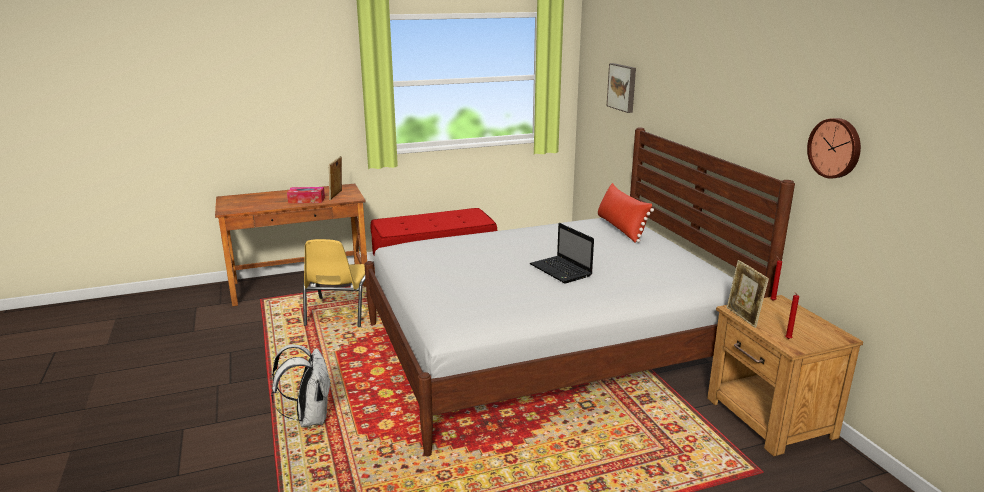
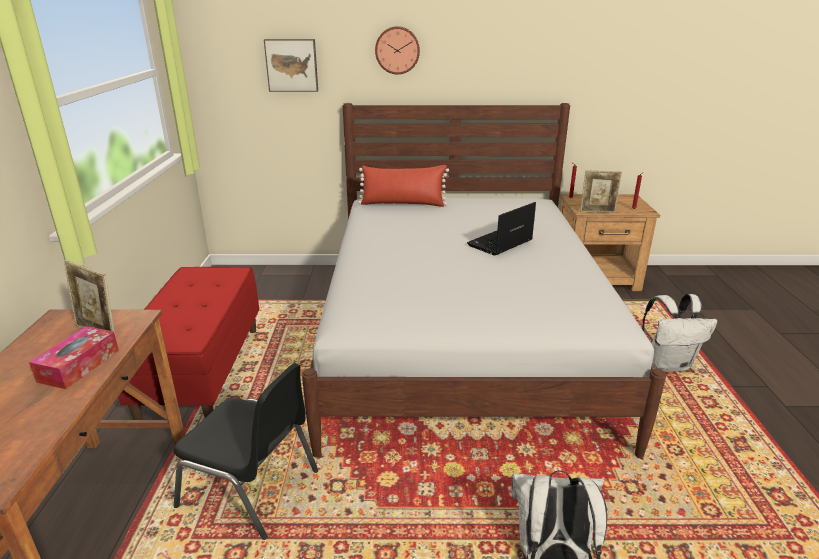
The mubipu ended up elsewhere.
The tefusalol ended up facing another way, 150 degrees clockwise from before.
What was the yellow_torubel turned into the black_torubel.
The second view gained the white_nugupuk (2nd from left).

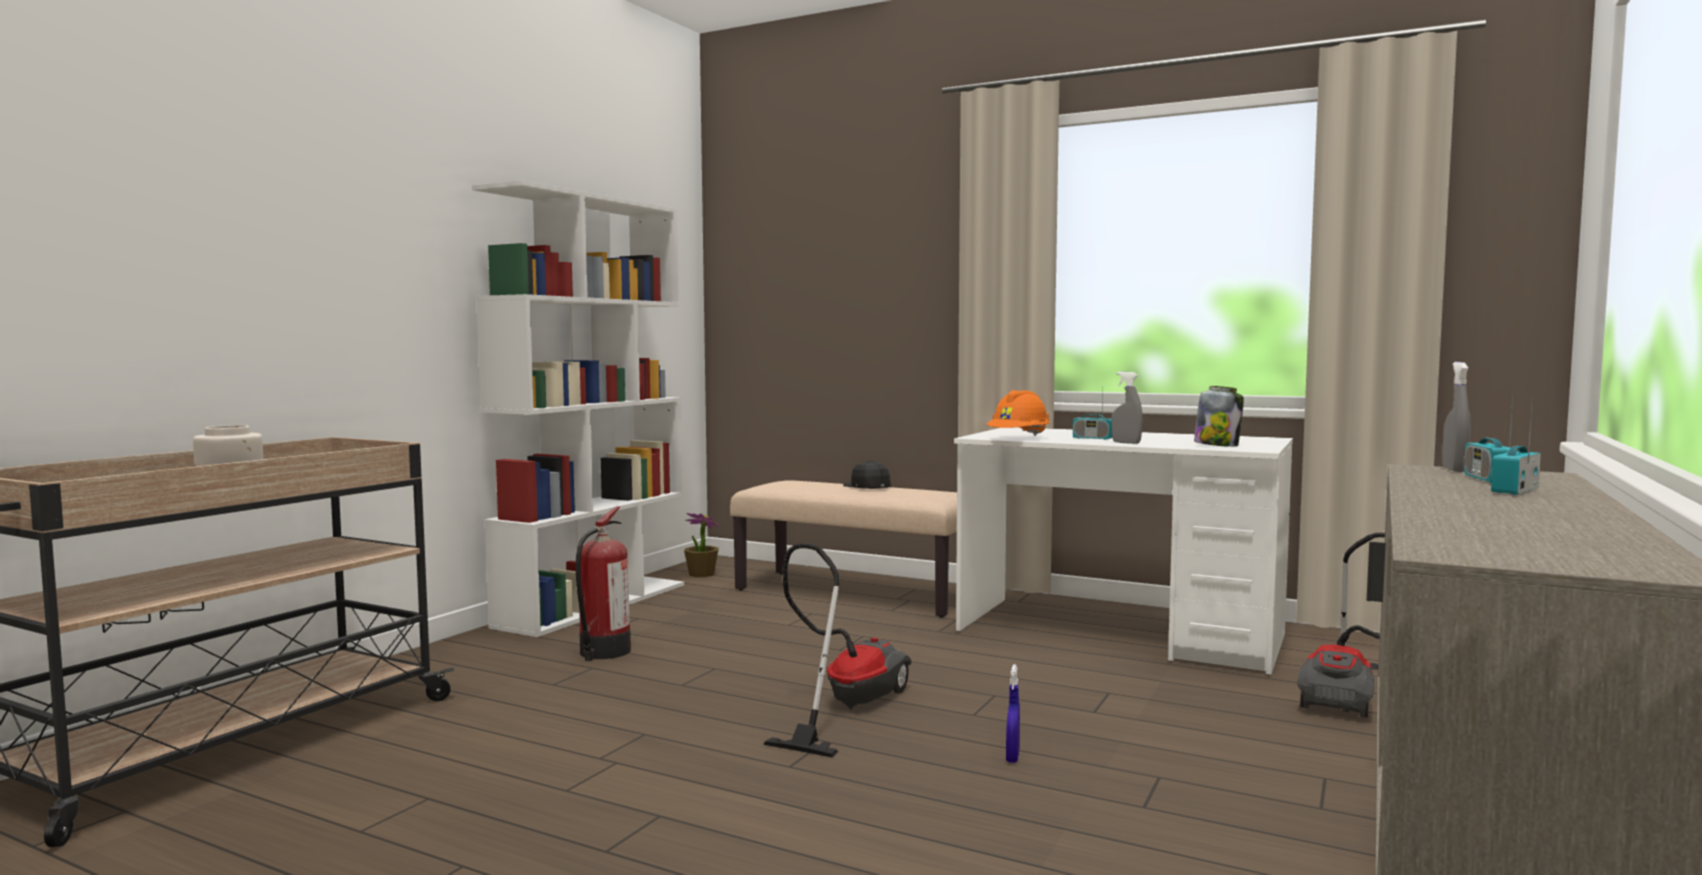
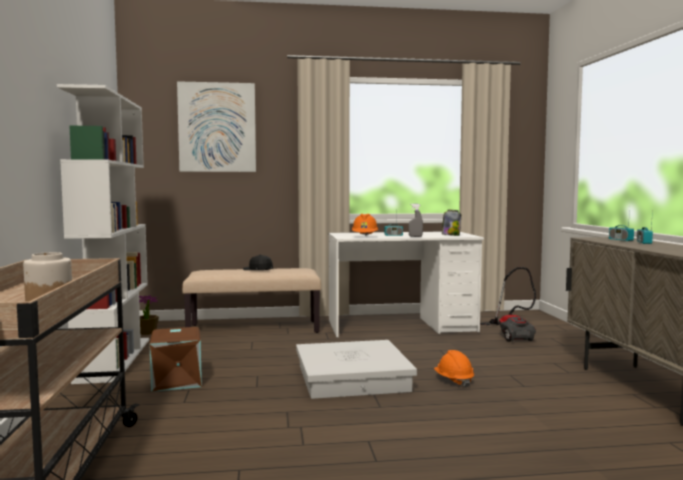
The second view lost the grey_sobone (2nd from left).
Where the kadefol stood, the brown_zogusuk came to stand.
Where the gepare (1st from left) stood, the white_zogusuk came to stand.
Where the blue_sobone stood, the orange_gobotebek (2nd from left) came to stand.
The second view gained the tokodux.

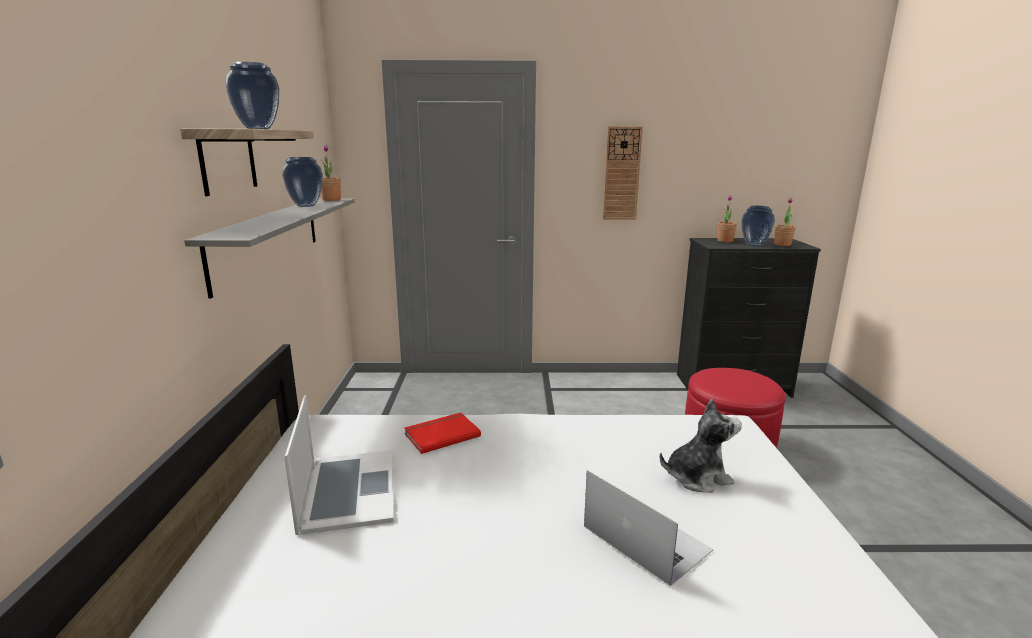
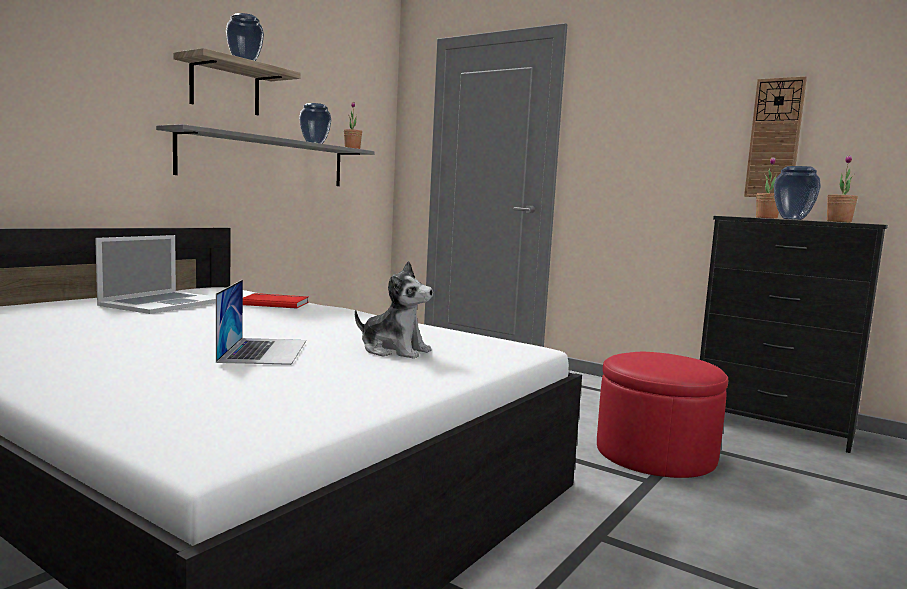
The mubipu ended up elsewhere.

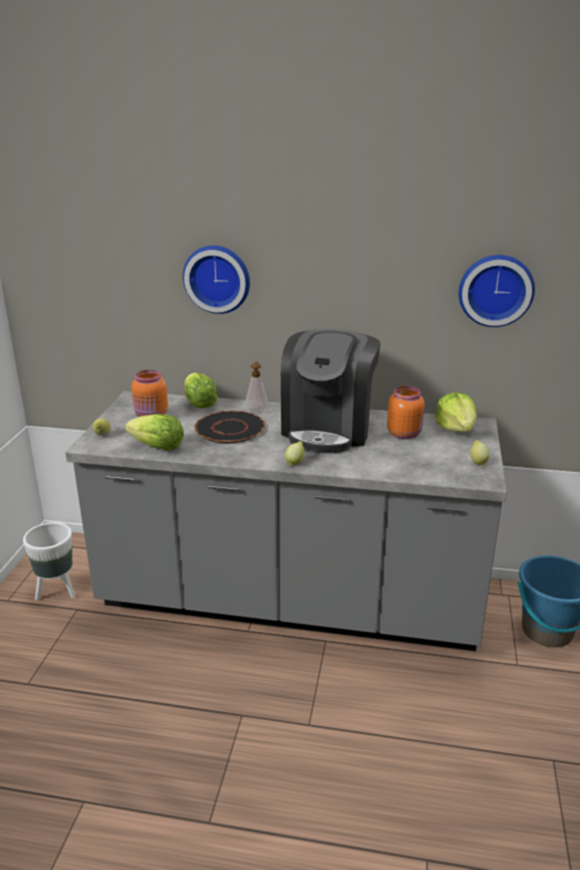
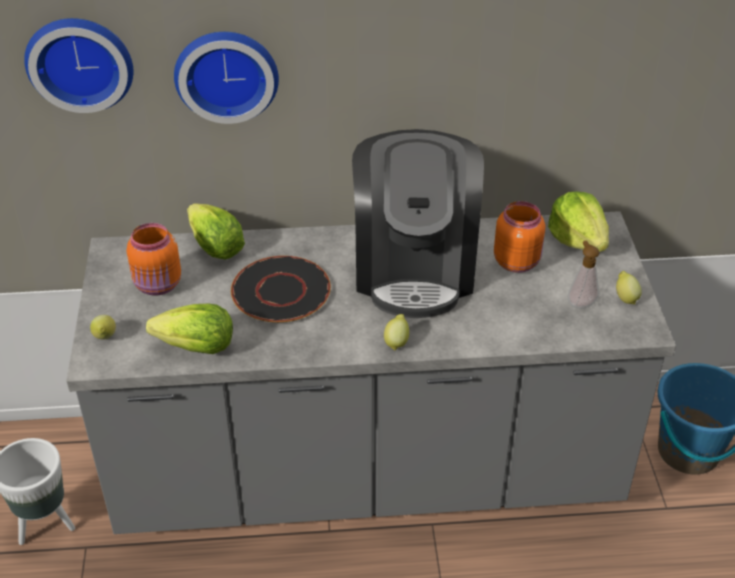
The mubipu (2nd from left in the first image) ended up elsewhere.
The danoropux ended up elsewhere.

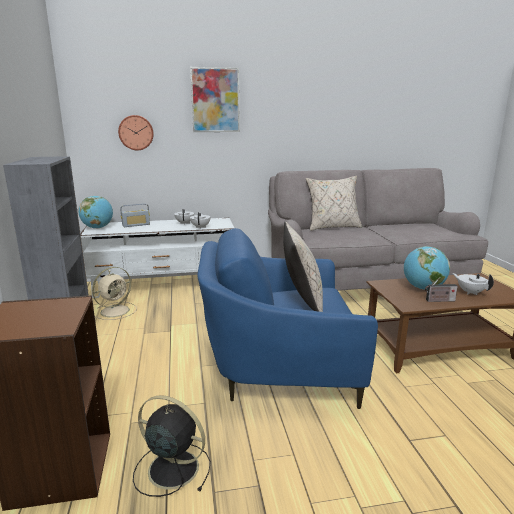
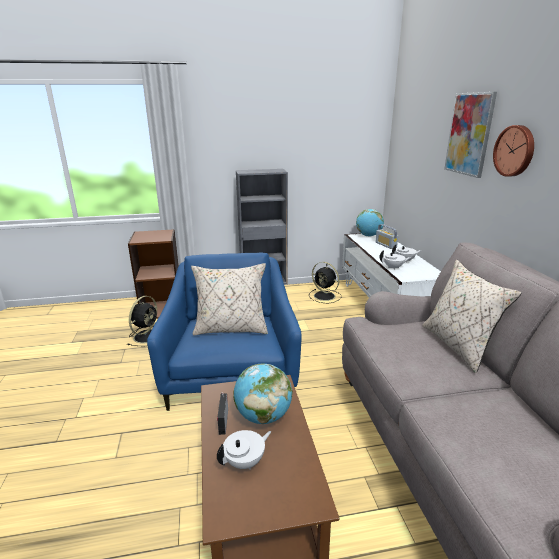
The mubipu ended up elsewhere.
What was the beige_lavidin turned into the black_lavidin (2nd from left).

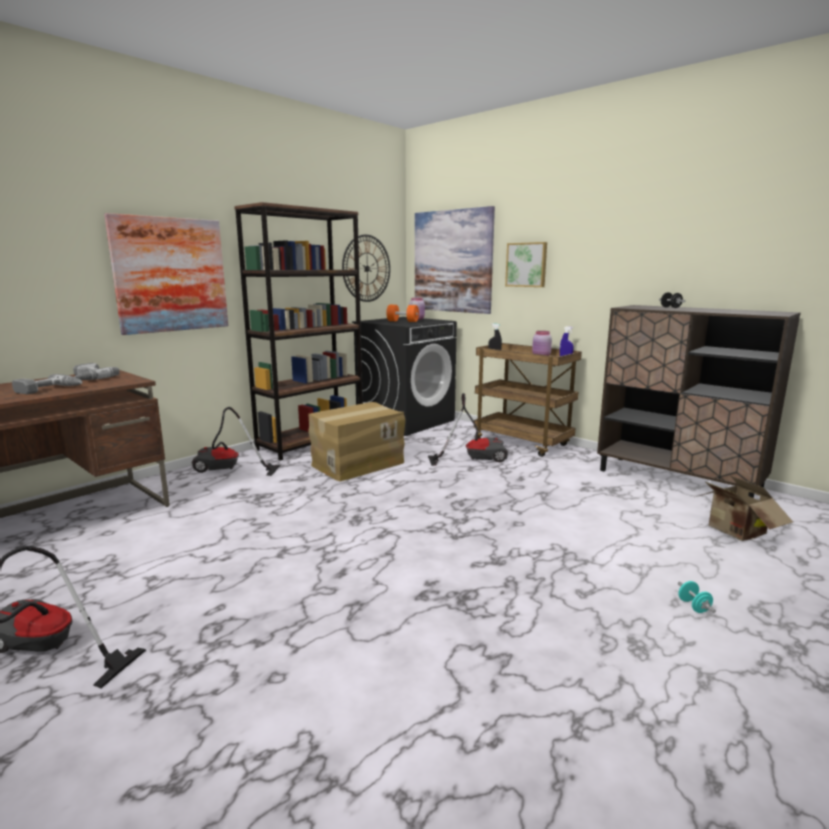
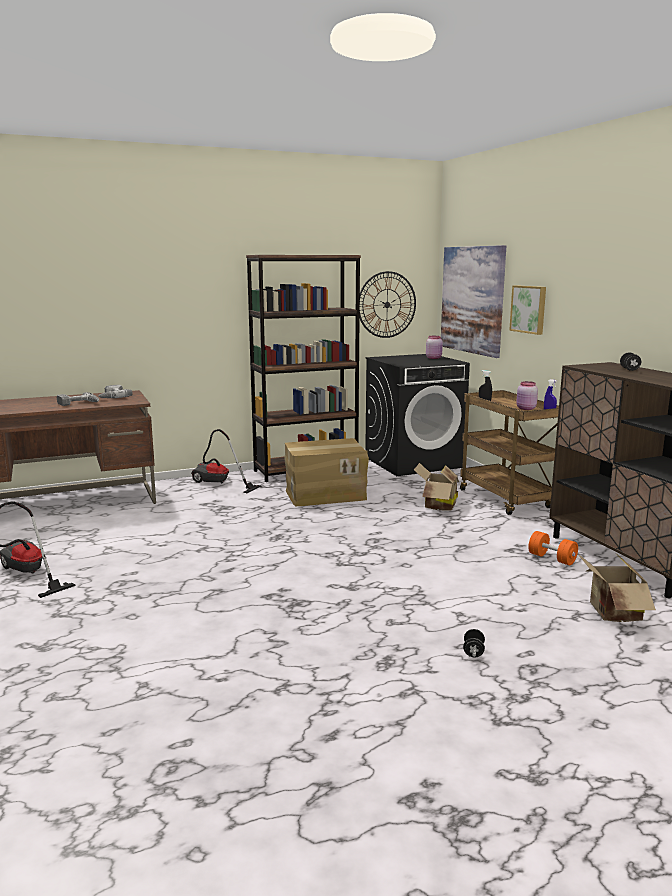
The second view lost the tokodux (1st from left).
The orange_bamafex ended up elsewhere.
Where the gepare (3rd from left) stood, the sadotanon (2nd from left) came to stand.
What was the turquoise_bamafex turned into the black_bamafex (1st from left).

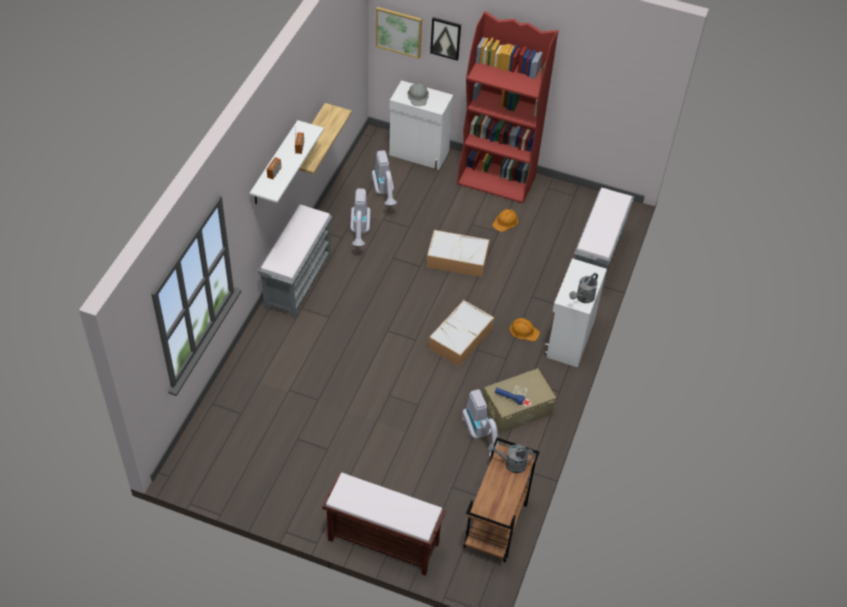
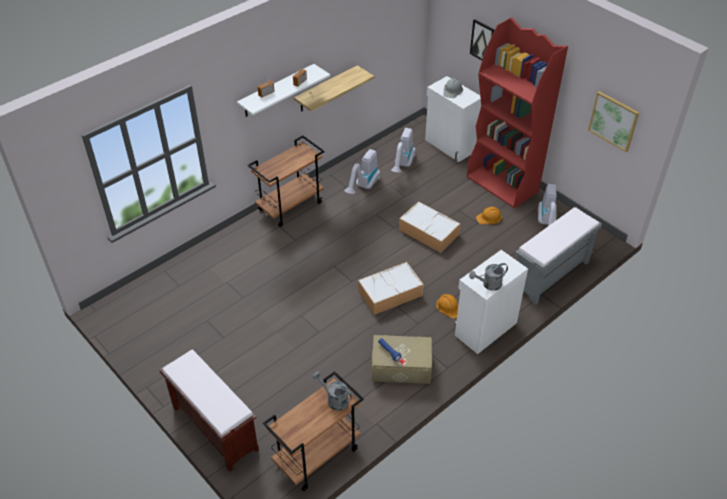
The tokodux (1st from left in the first image) ended up elsewhere.
Where the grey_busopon (1st from left) stood, the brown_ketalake (1st from left) came to stand.
The gepare (3rd from left) ended up elsewhere.

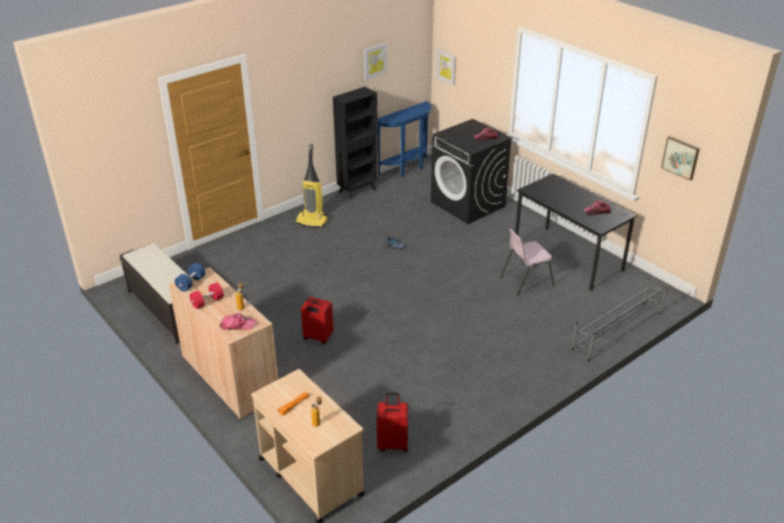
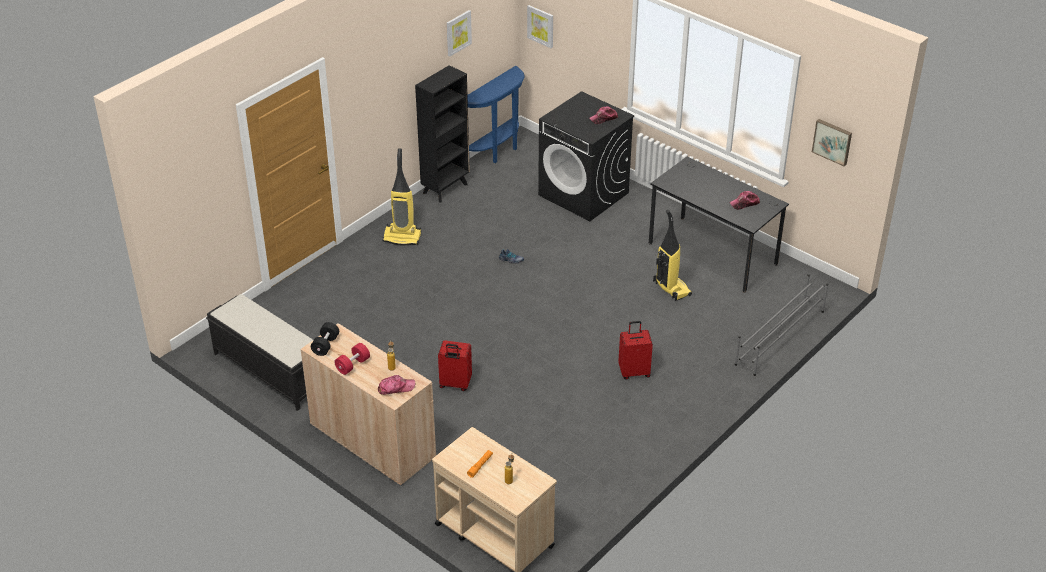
Where the pink_torubel stood, the gepare (2nd from left) came to stand.
What was the blue_bamafex turned into the black_bamafex.
The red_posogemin (2nd from left) ended up elsewhere.

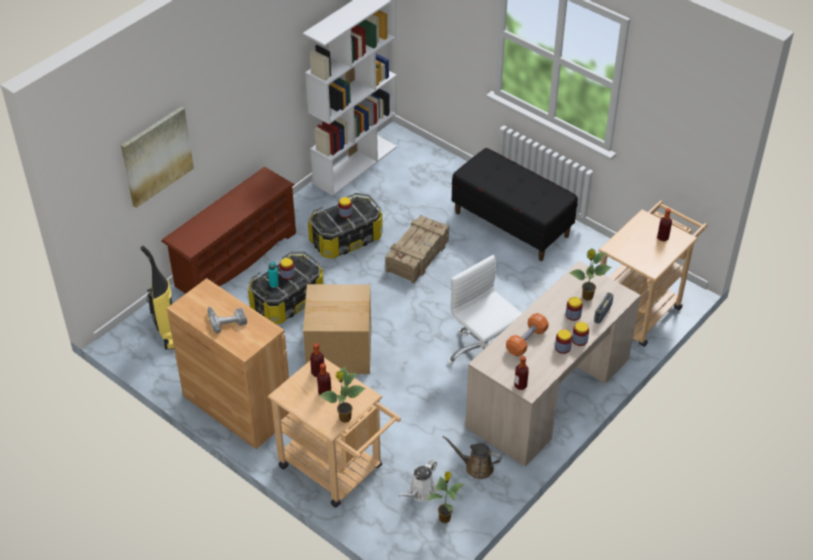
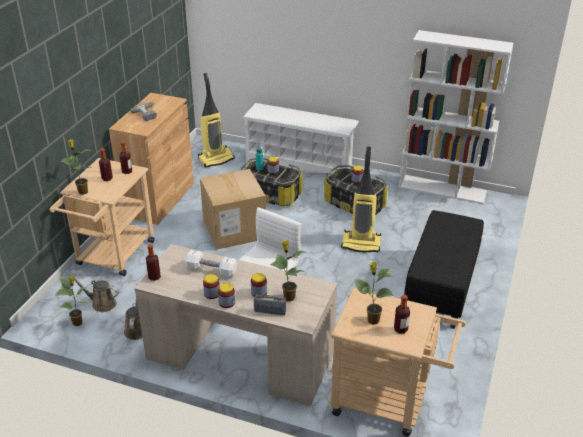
The second view lost the tokodux.
What was the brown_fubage turned into the white_fubage.
Where the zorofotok stood, the gepare (2nd from left) came to stand.
What was the orange_bamafex turned into the white_bamafex.
What was the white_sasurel turned into the brown_sasurel (1st from left).
The second view gained the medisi (4th from left).

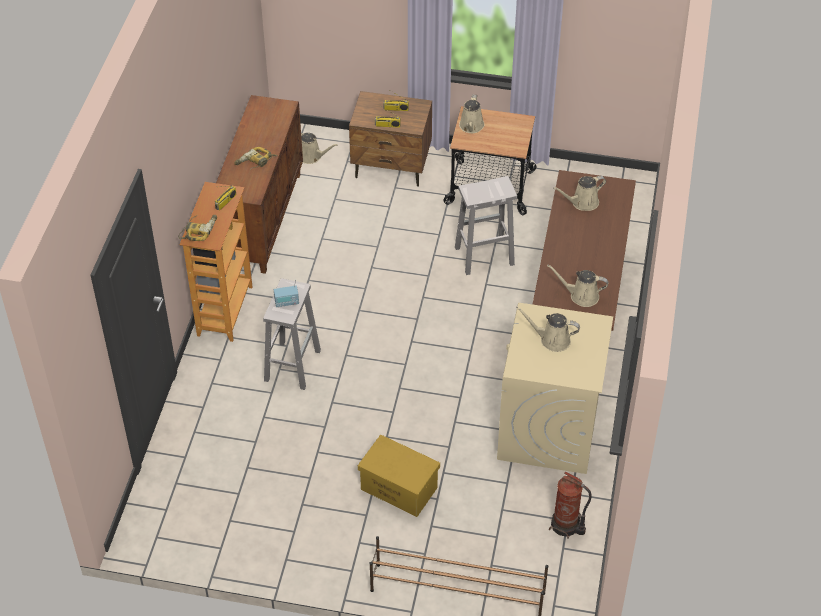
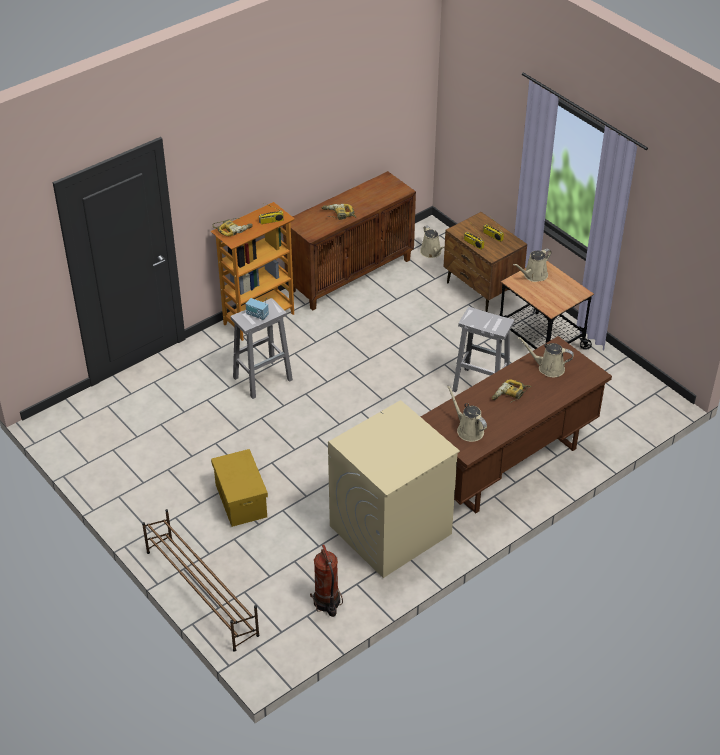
The second view lost the beige_sasurel (3rd from left).
The second view gained the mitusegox (3rd from left).

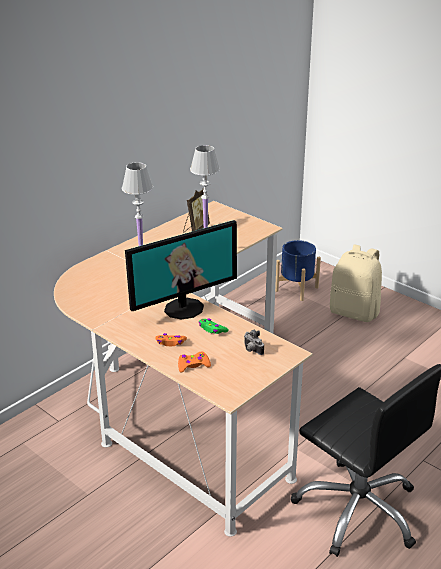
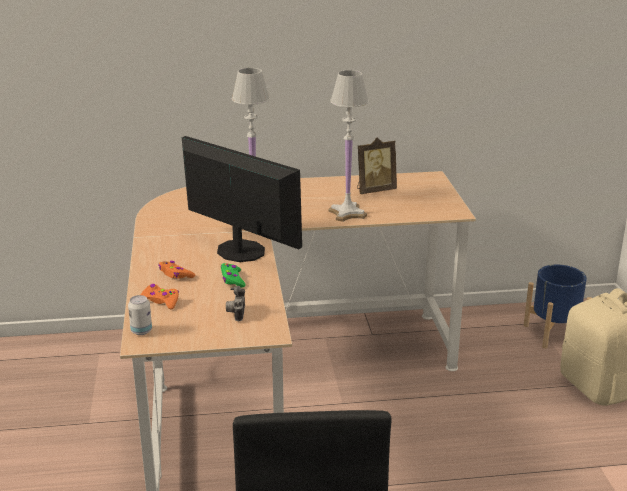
The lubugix ended up facing another way, 150 degrees counterclockwise from before.
The second view gained the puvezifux.

